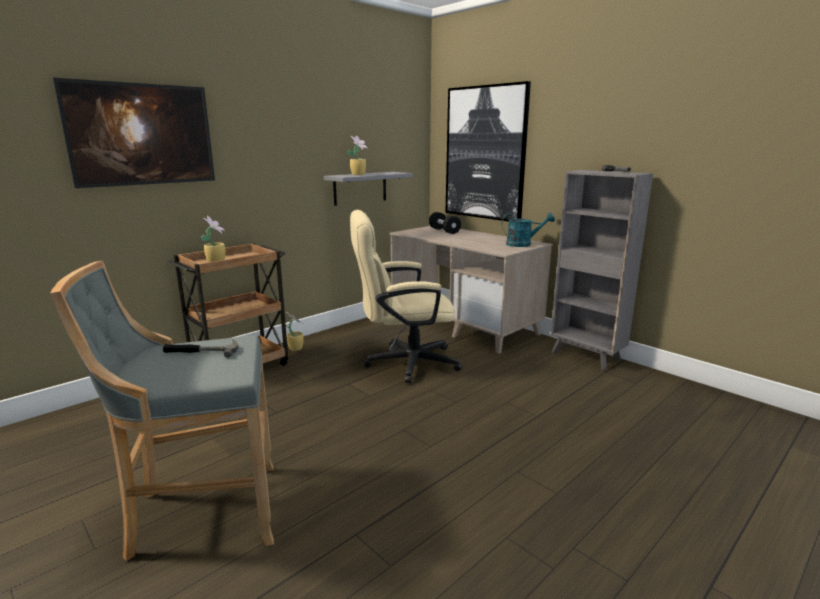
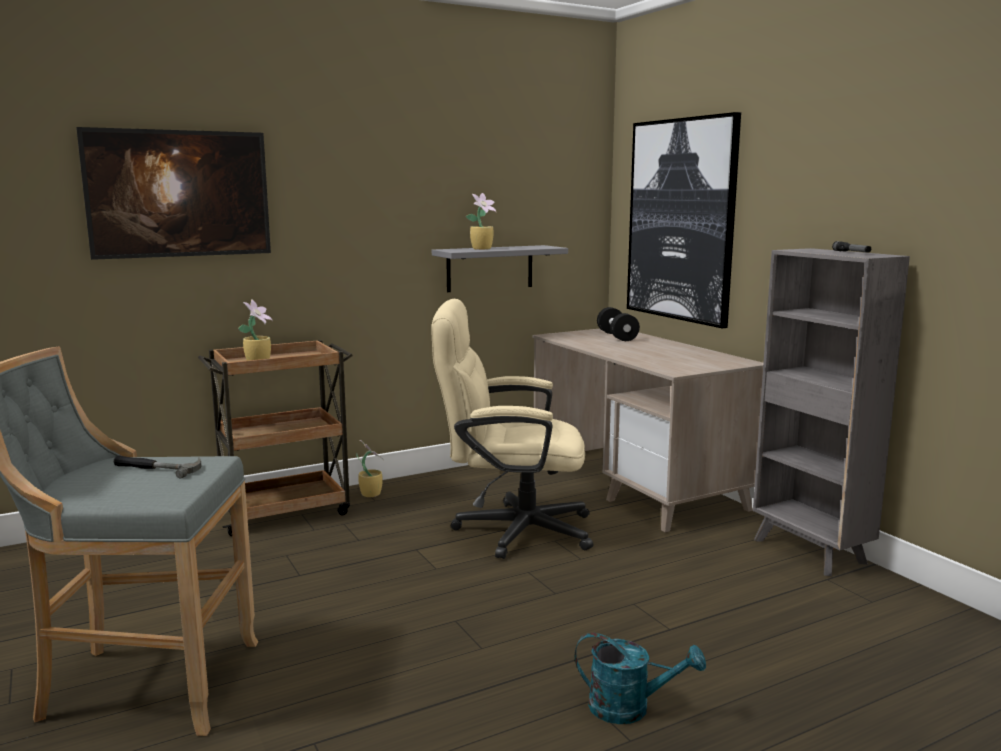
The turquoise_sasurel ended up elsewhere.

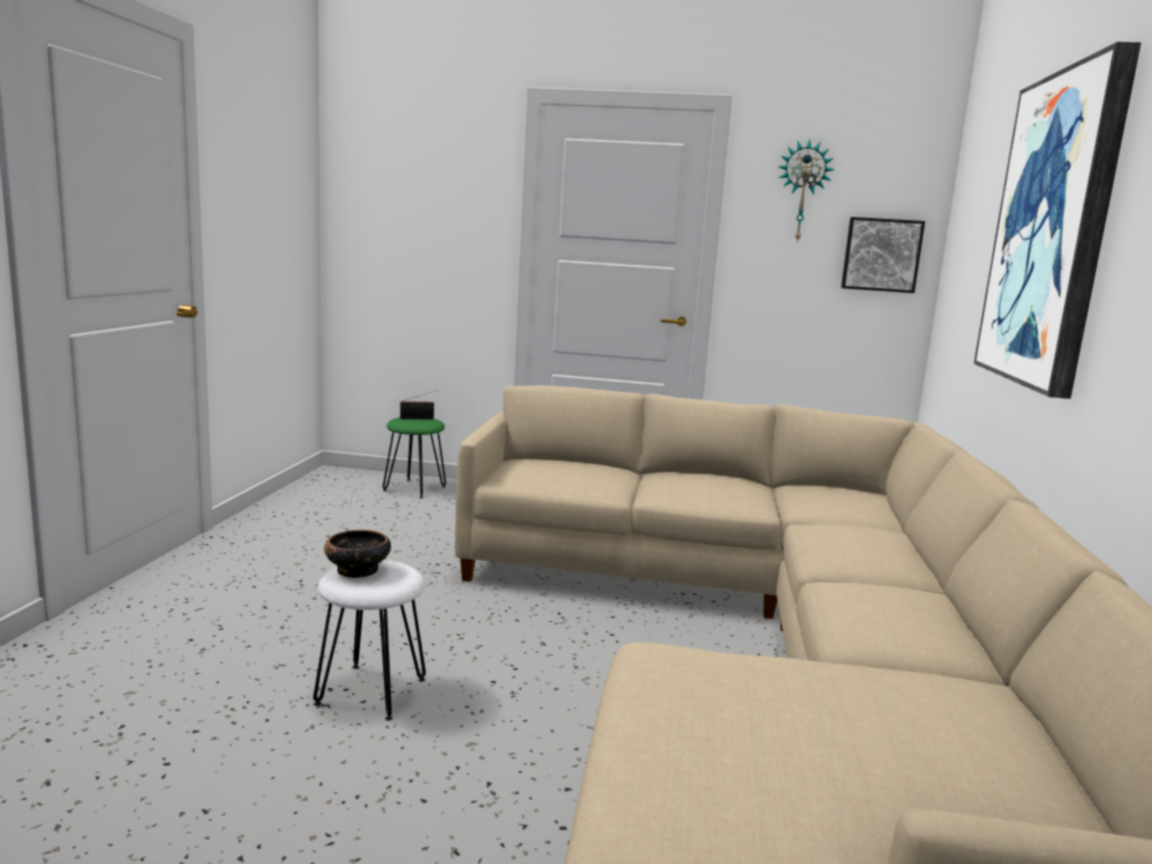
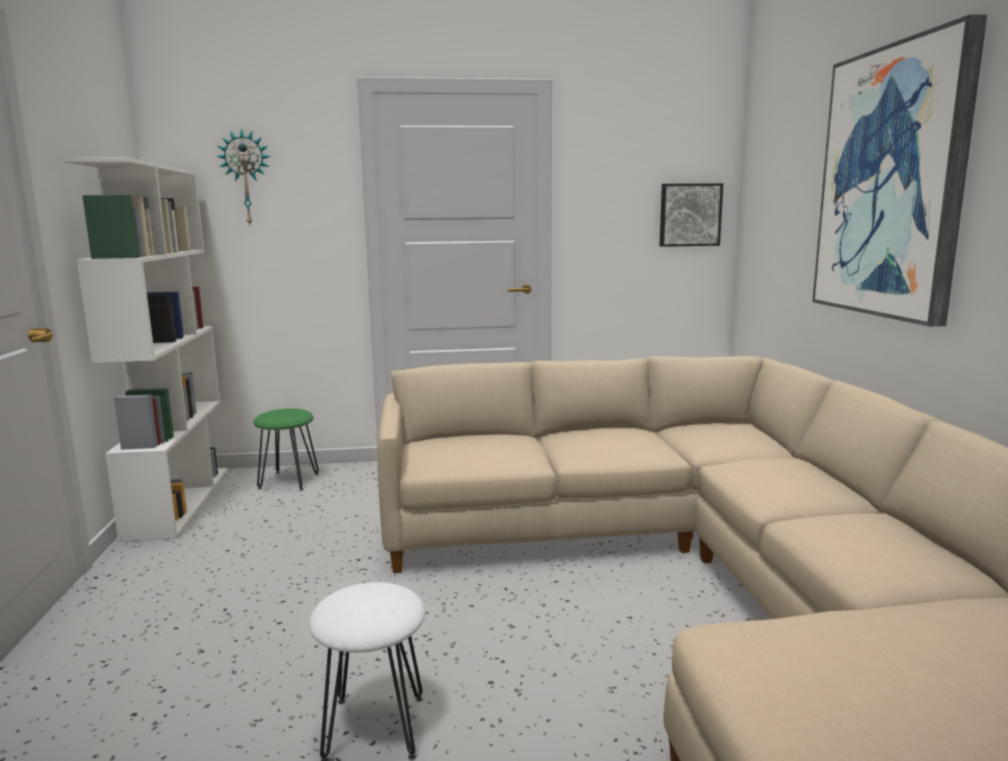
The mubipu ended up elsewhere.
The second view lost the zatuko.
The second view lost the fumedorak.
The second view gained the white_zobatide.

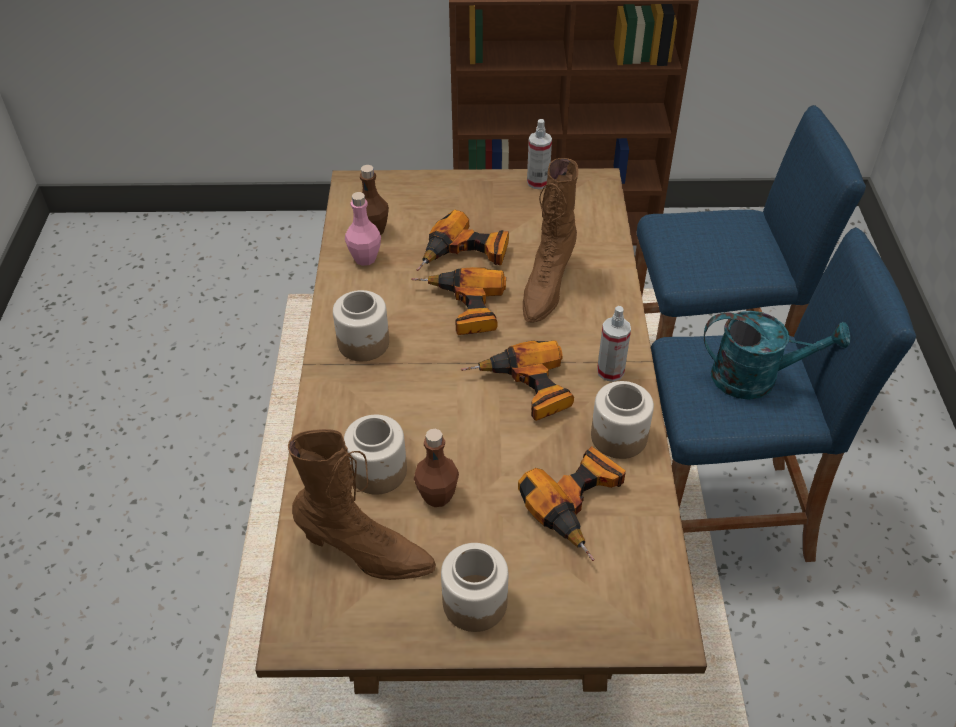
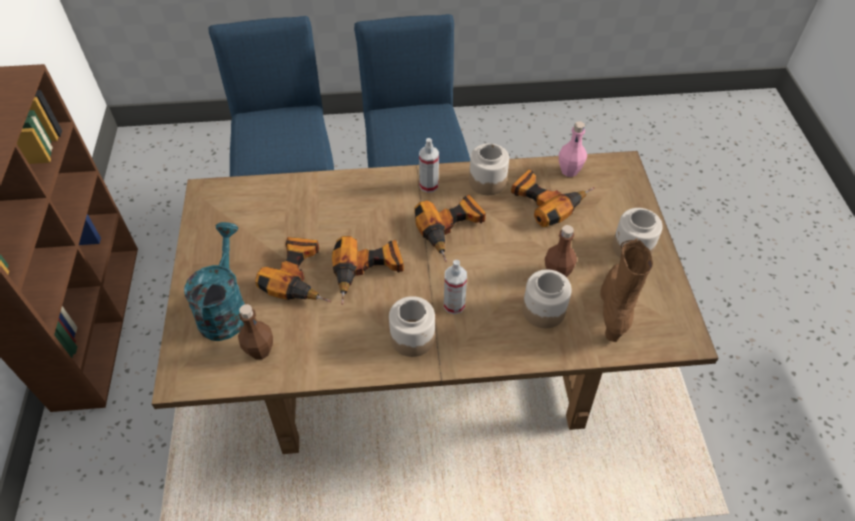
The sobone (1st from left in the first image) ended up elsewhere.
The second view lost the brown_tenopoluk (2nd from left).
The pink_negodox ended up elsewhere.
The turquoise_sasurel ended up elsewhere.

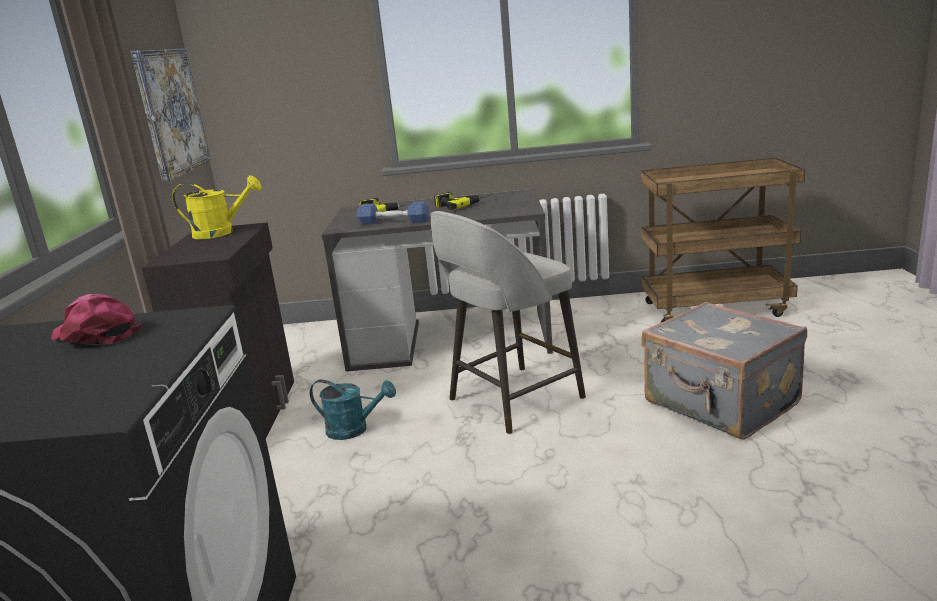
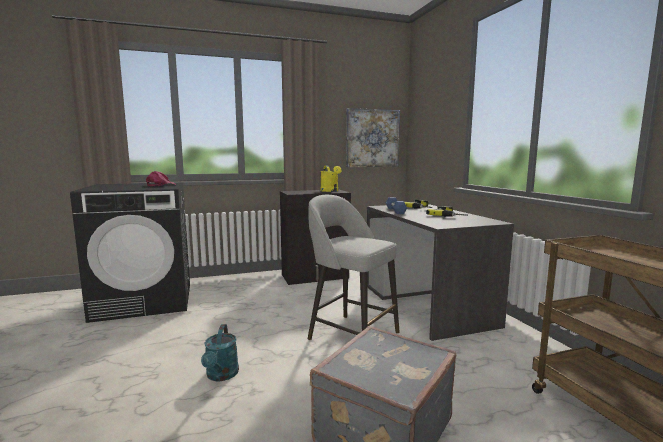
The turquoise_sasurel ended up elsewhere.

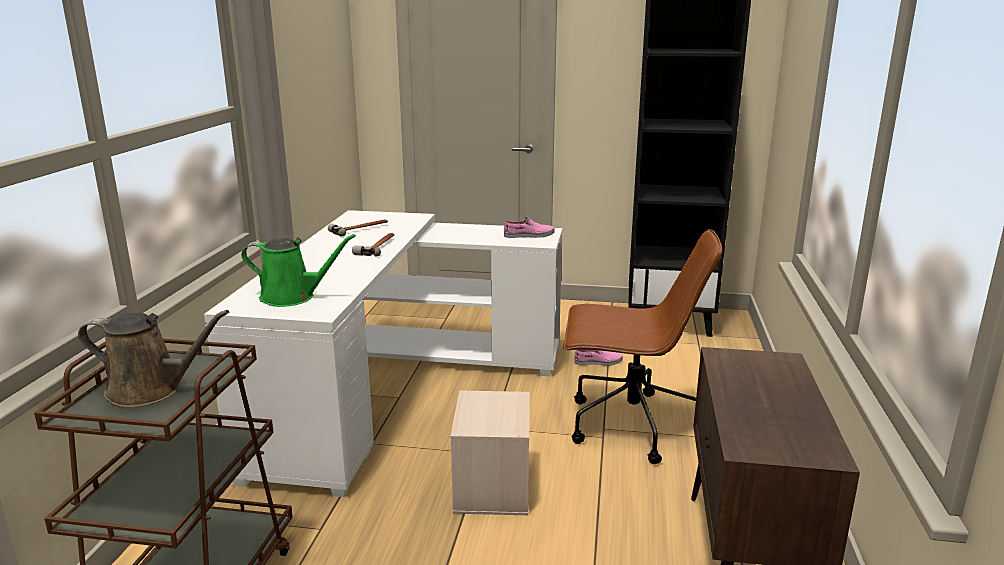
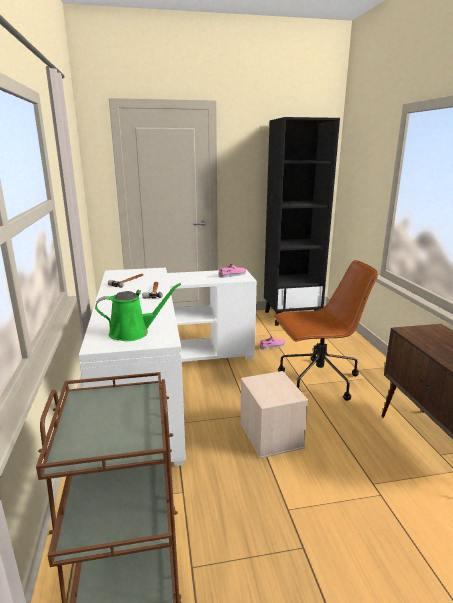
The second view lost the brown_sasurel.

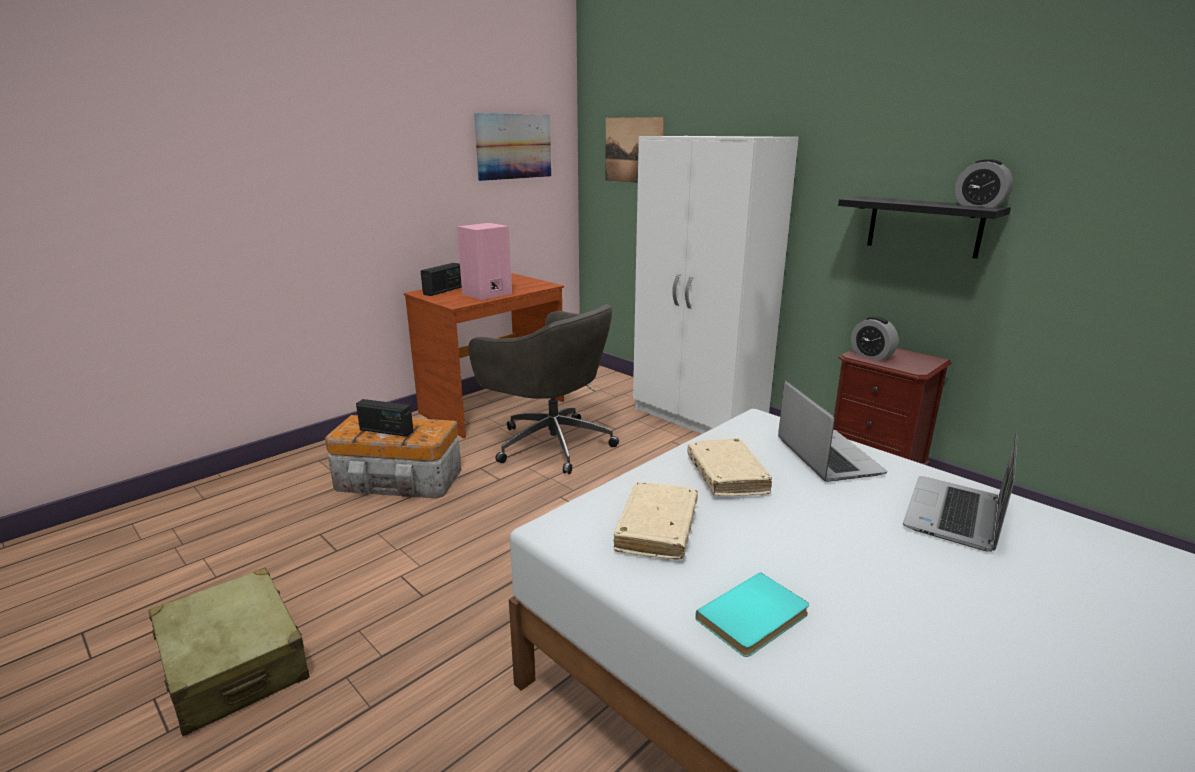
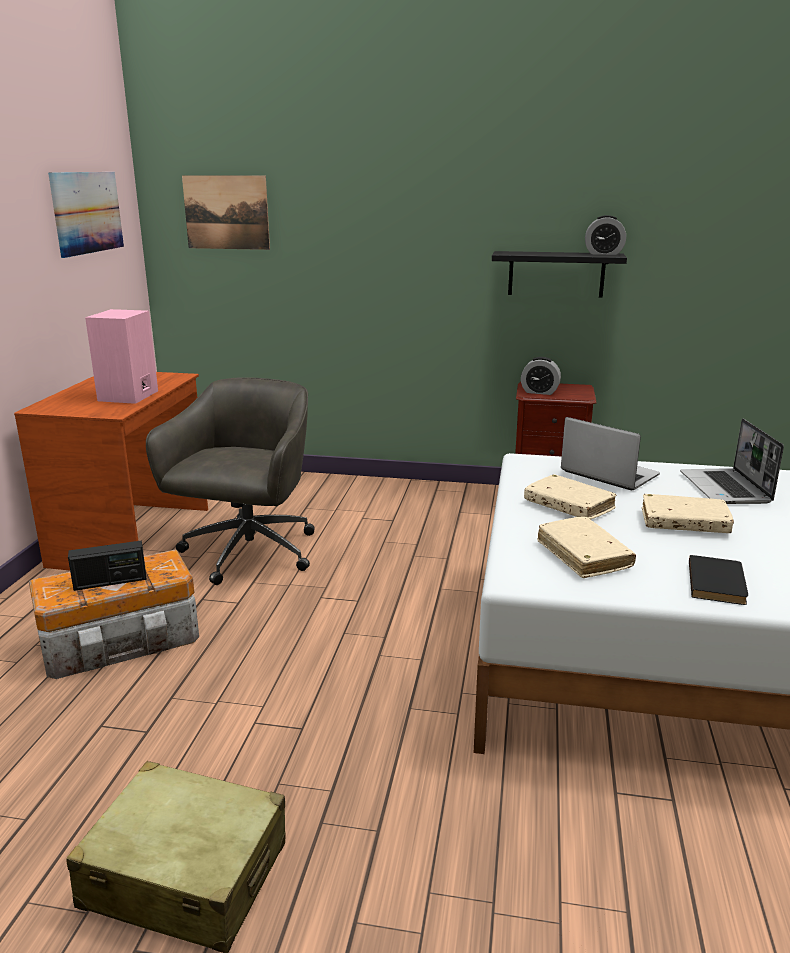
The second view lost the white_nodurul.
The second view lost the zatuko (2nd from left).
The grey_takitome ended up facing another way, 75 degrees counterclockwise from before.
What was the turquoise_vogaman turned into the black_vogaman.
The second view gained the beige_vogaman (3rd from left).

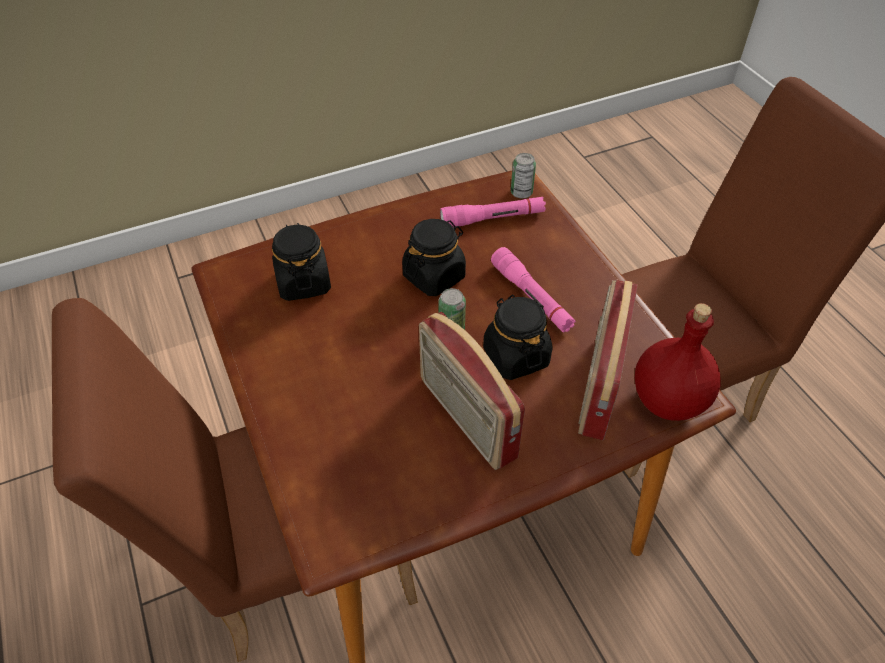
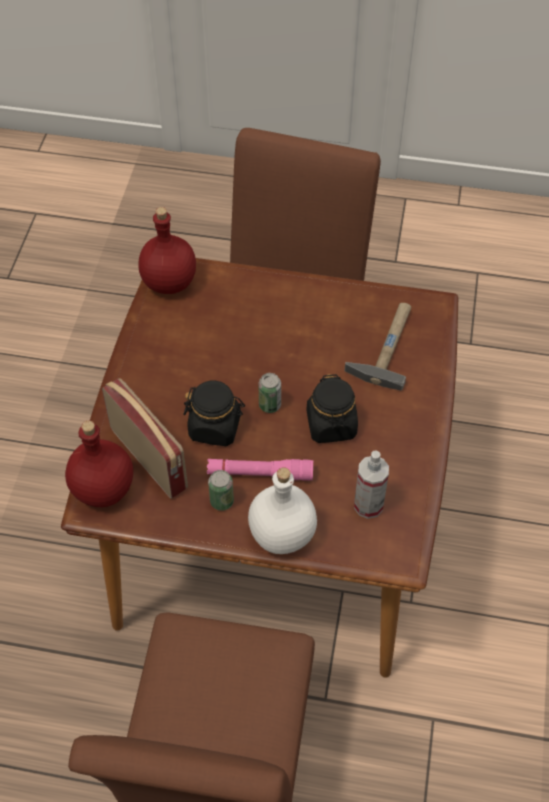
The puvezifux (2nd from left in the first image) ended up elsewhere.
Where the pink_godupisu (1st from left) stood, the sobone came to stand.
Where the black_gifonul (1st from left) stood, the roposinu came to stand.
The second view lost the zatuko (1st from left).
The second view gained the red_negodox (2nd from left).
The second view gained the white_negodox.

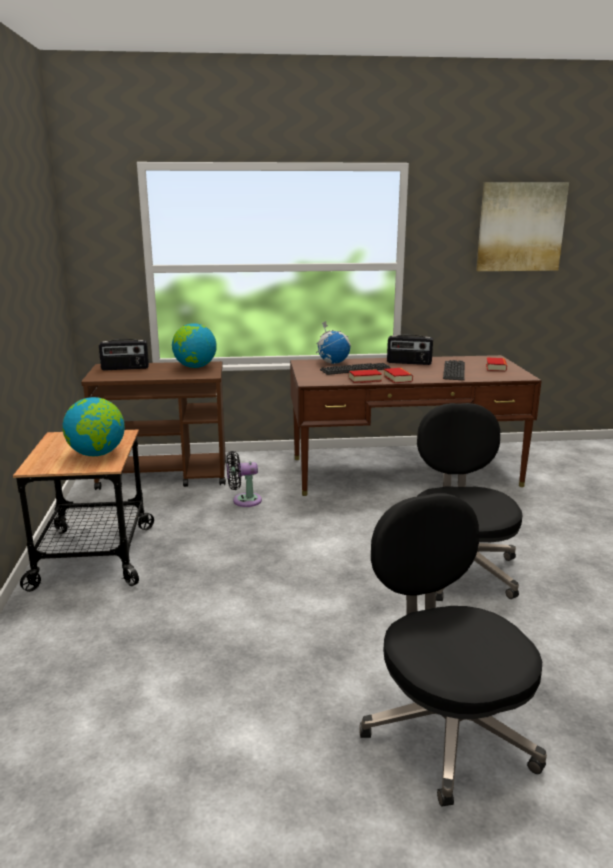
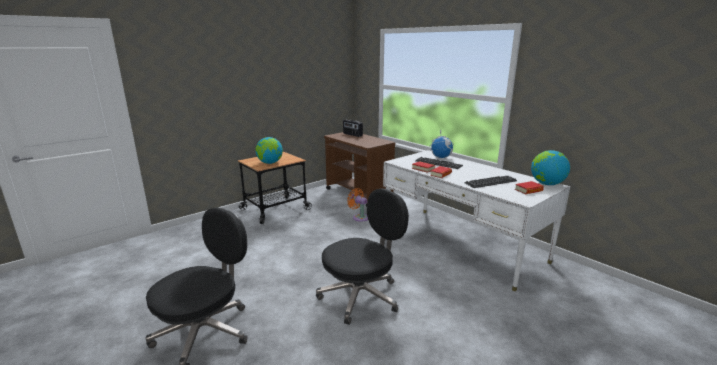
The second view lost the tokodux.
The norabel (2nd from left in the first image) ended up elsewhere.
The second view lost the zatuko (2nd from left).
What was the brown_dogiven turned into the white_dogiven.
What was the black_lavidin turned into the orange_lavidin.

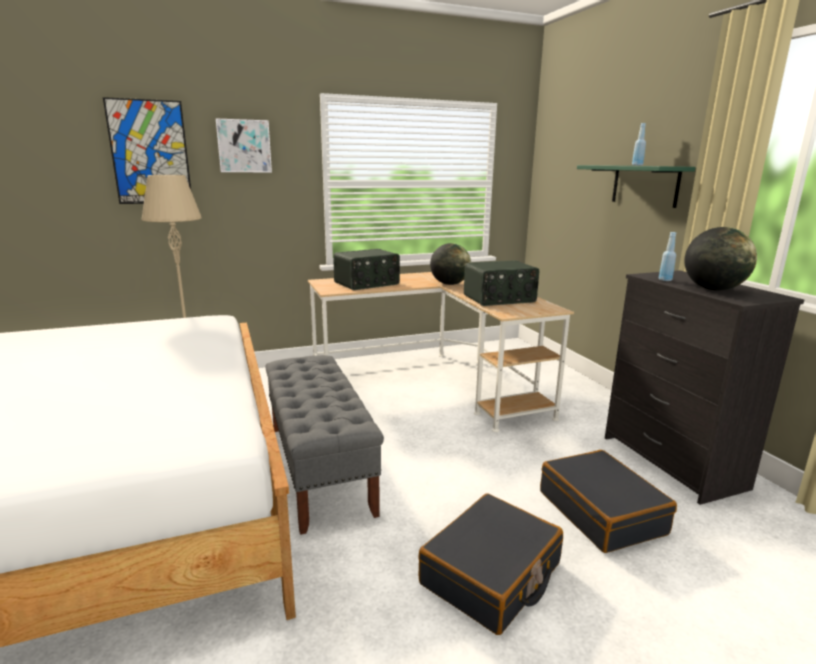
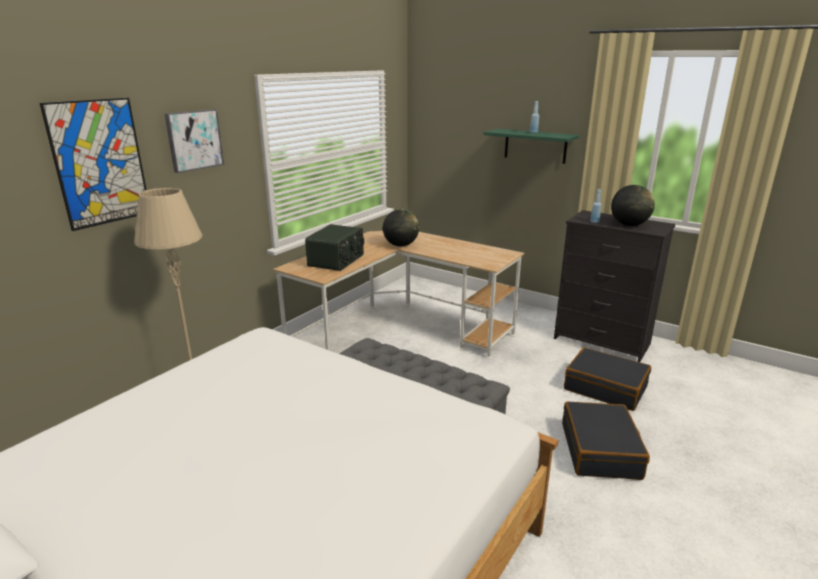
The second view lost the zatuko (2nd from left).

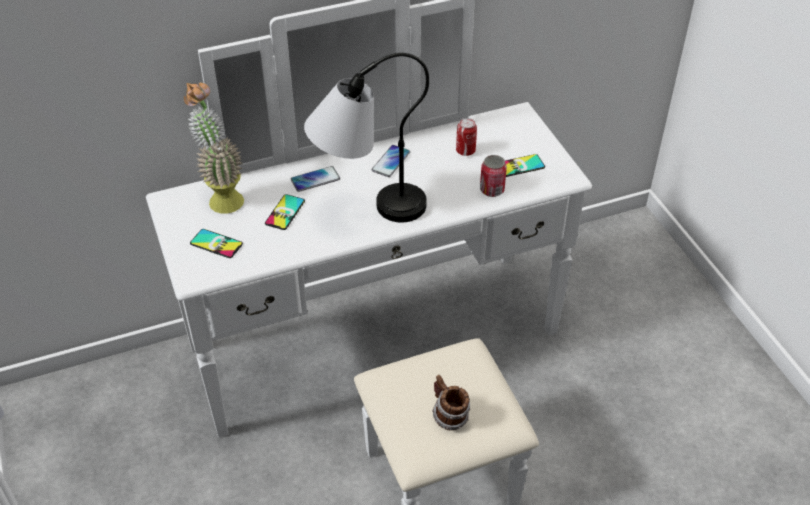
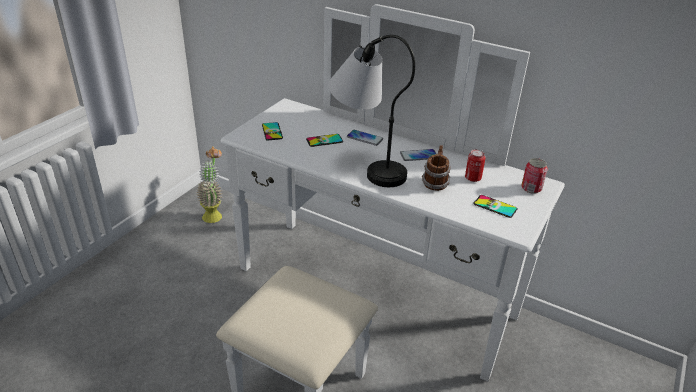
The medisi ended up elsewhere.
The puvezifux (2nd from left) ended up elsewhere.
The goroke ended up elsewhere.

